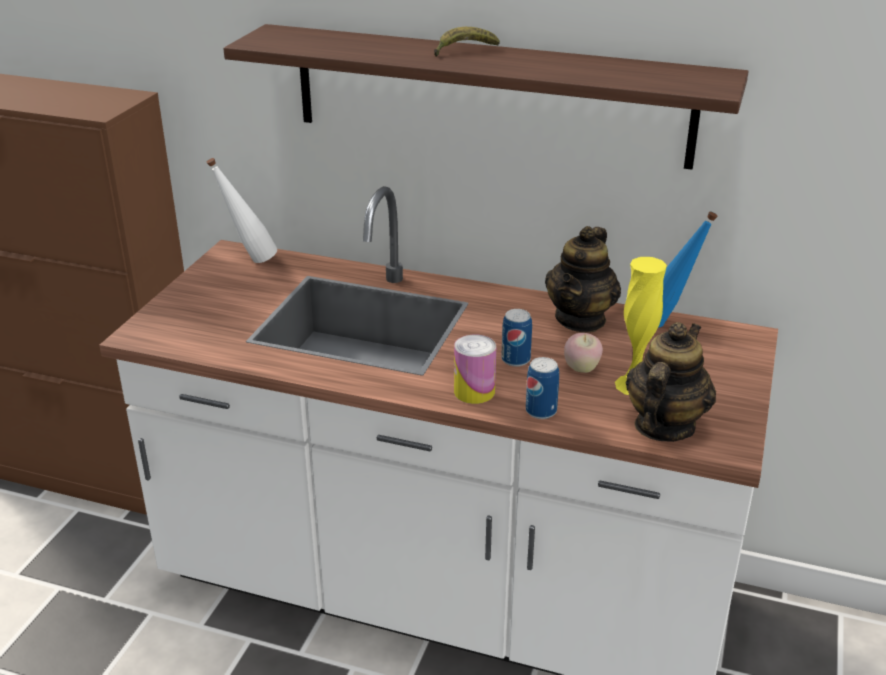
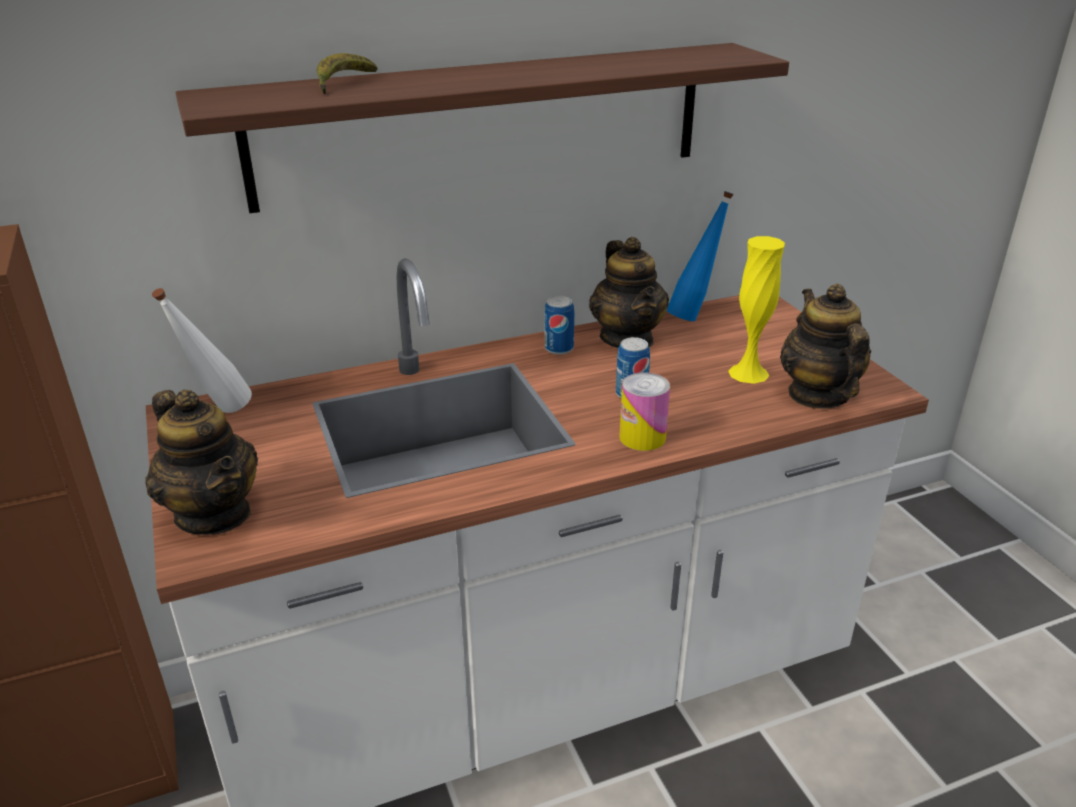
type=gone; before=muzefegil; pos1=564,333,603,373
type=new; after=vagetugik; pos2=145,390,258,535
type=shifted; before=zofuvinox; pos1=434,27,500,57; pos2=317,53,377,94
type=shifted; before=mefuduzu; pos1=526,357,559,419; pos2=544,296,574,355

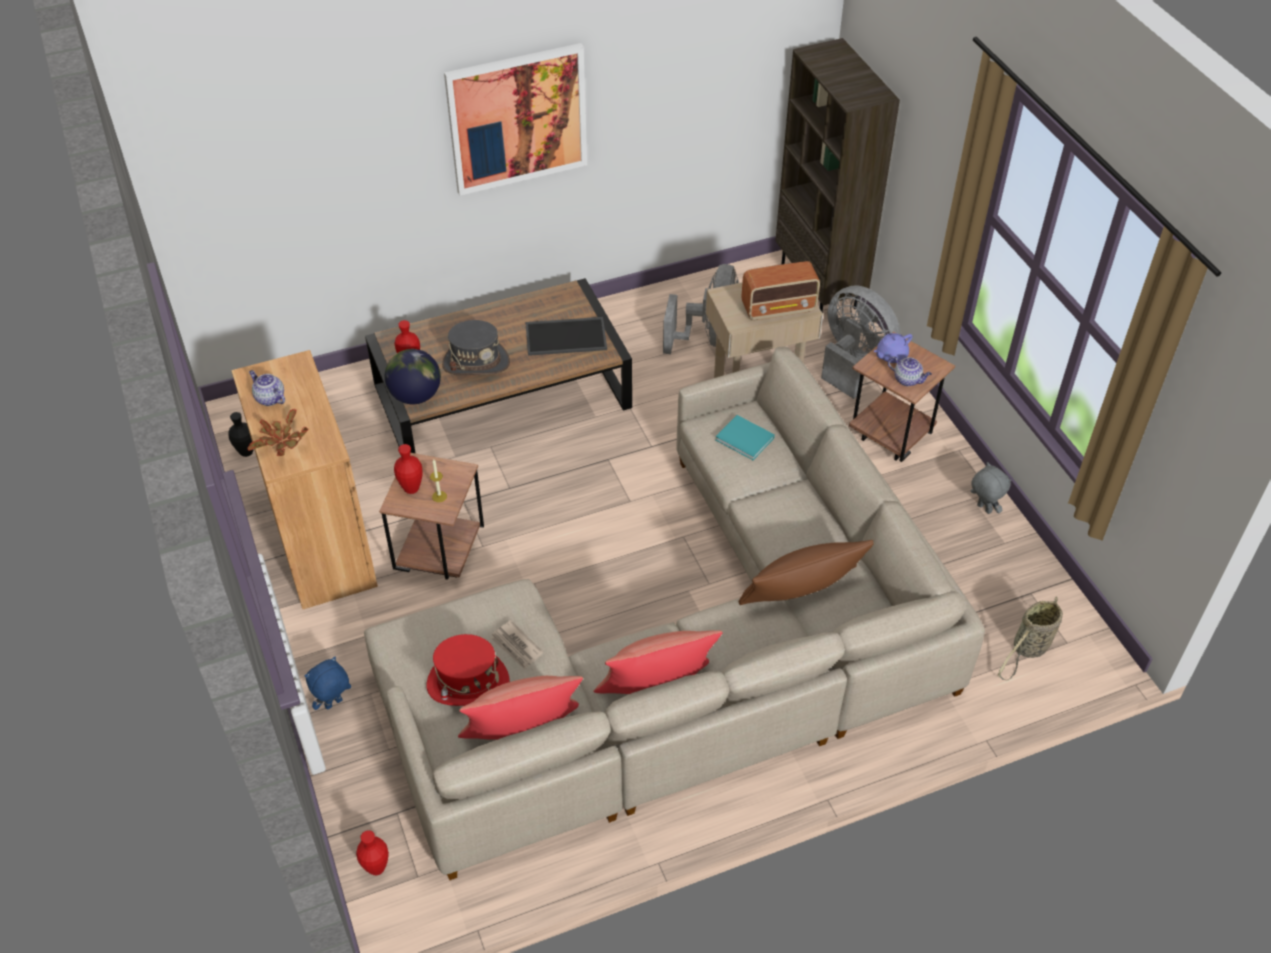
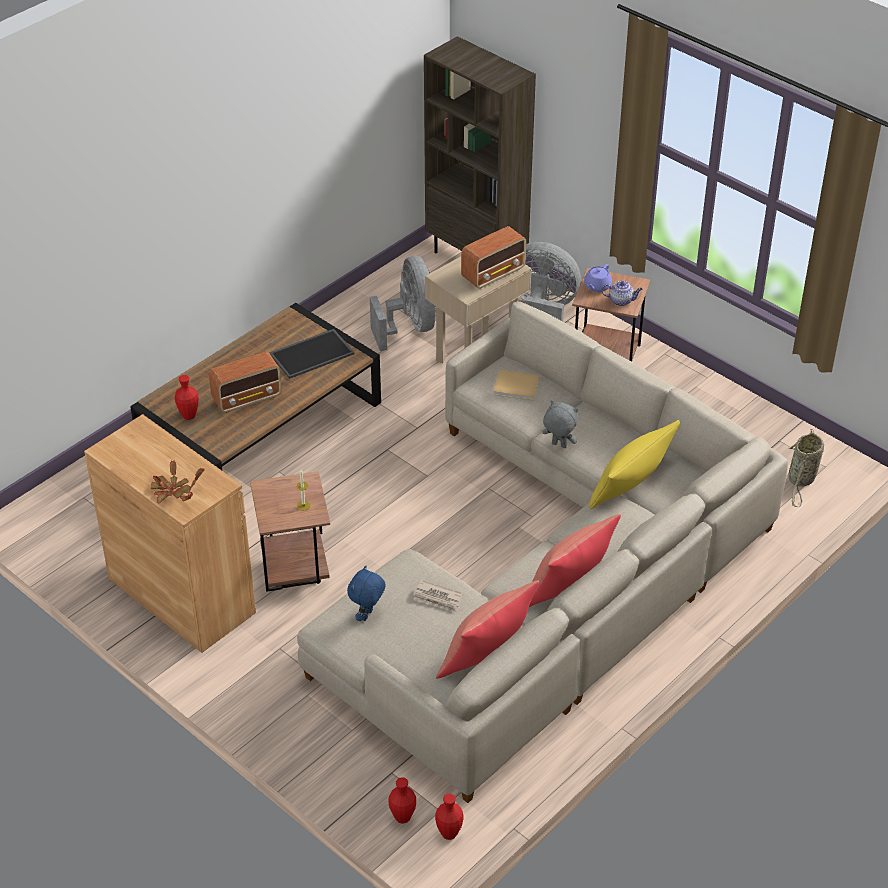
type=gone; before=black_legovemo; pos1=228,412,254,457
type=gone; before=vagetugik; pos1=249,370,285,406
type=gone; before=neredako; pos1=385,349,441,404
type=gone; before=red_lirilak; pos1=427,634,510,706
type=gone; before=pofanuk; pos1=444,43,587,196
type=shifted; before=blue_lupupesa; pos1=305,657,351,710; pos2=347,566,386,621
type=shifted; before=red_legovemo; pos1=394,444,423,494; pos2=435,794,464,840
type=shifted; before=grey_lupupesa; pos1=971,462,1011,514; pos2=542,400,578,448
type=swapped; before=grey_lirilak; after=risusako; pos1=442,320,510,375; pos2=209,352,282,413
type=repainted; before=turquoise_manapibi; after=beige_manapibi; pos1=715,415,775,460; pos2=493,370,539,401
type=repainted; before=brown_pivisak; after=yellow_pivisak; pos1=739,540,874,605; pos2=589,420,680,509

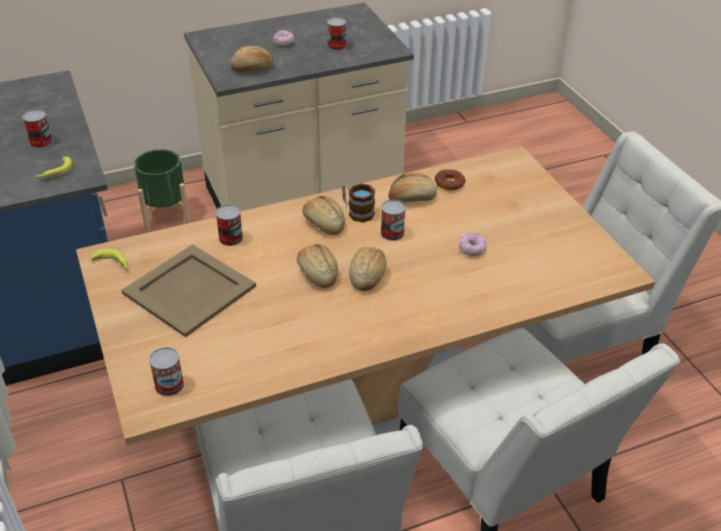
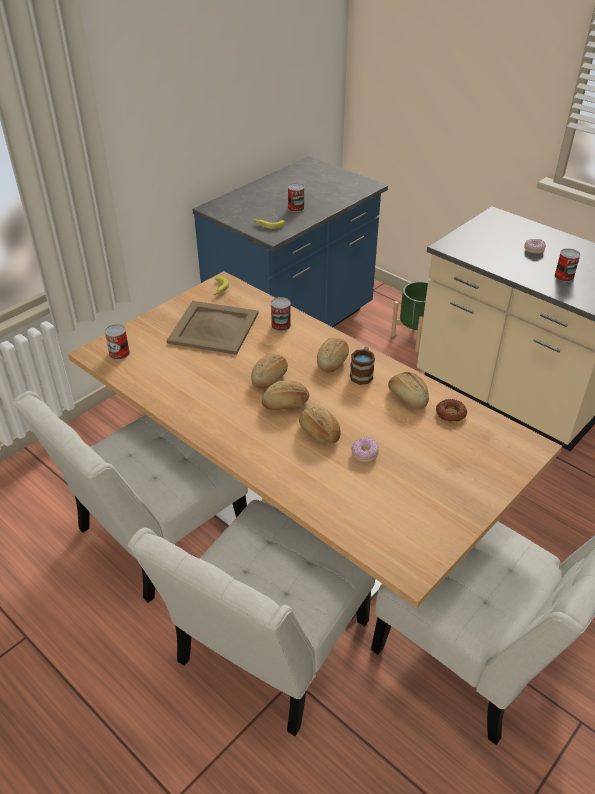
type=gone; before=mefuduzu; pos1=381,200,406,241
type=shifted; before=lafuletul; pos1=230,46,273,72; pos2=299,406,341,444

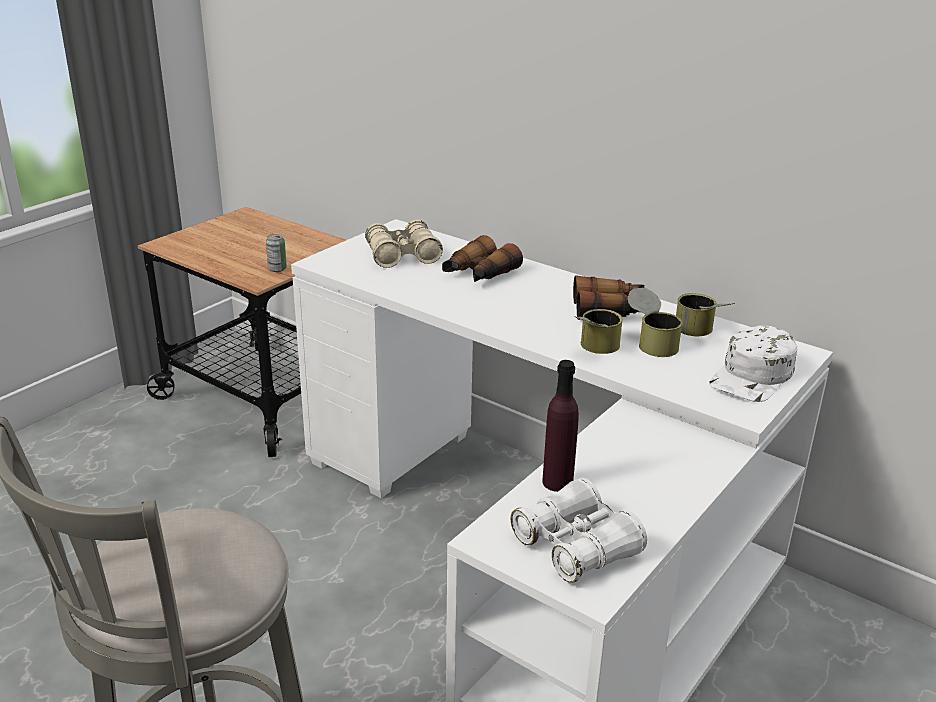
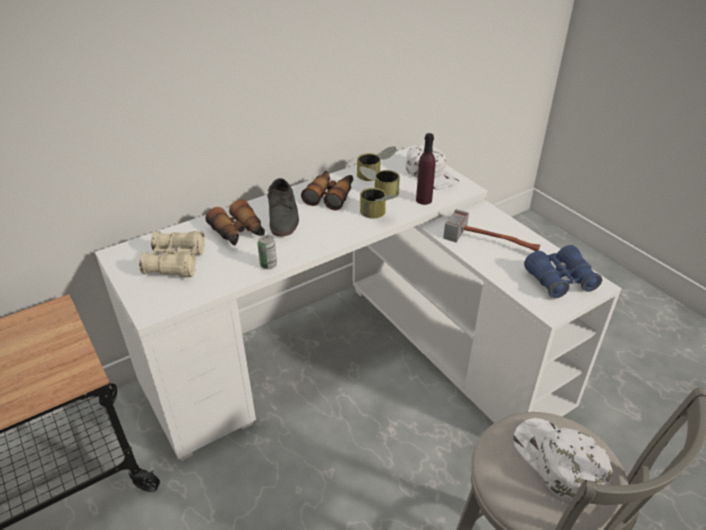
type=new; after=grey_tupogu; pos2=267,178,299,236
type=new; after=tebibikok; pos2=443,209,541,251
type=new; after=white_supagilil; pos2=513,418,613,506
type=shifted; before=mefuduzu; pos1=266,234,287,272; pos2=257,235,277,269
type=shifted; before=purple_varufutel; pos1=542,360,579,492; pos2=416,133,436,205
type=repainted; before=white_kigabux; after=blue_kigabux; pos1=511,478,647,583; pos2=524,245,602,298

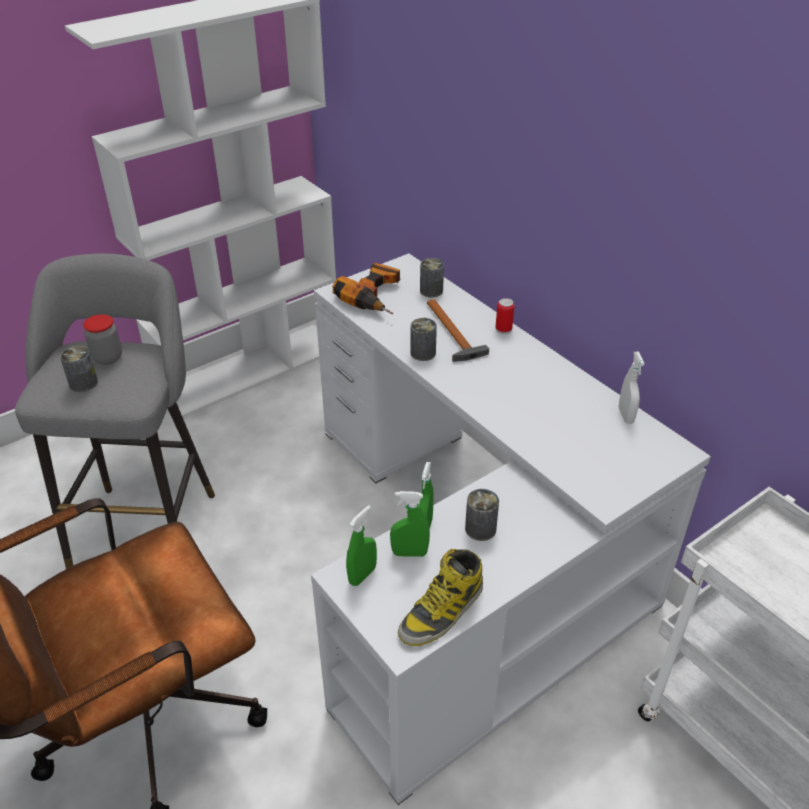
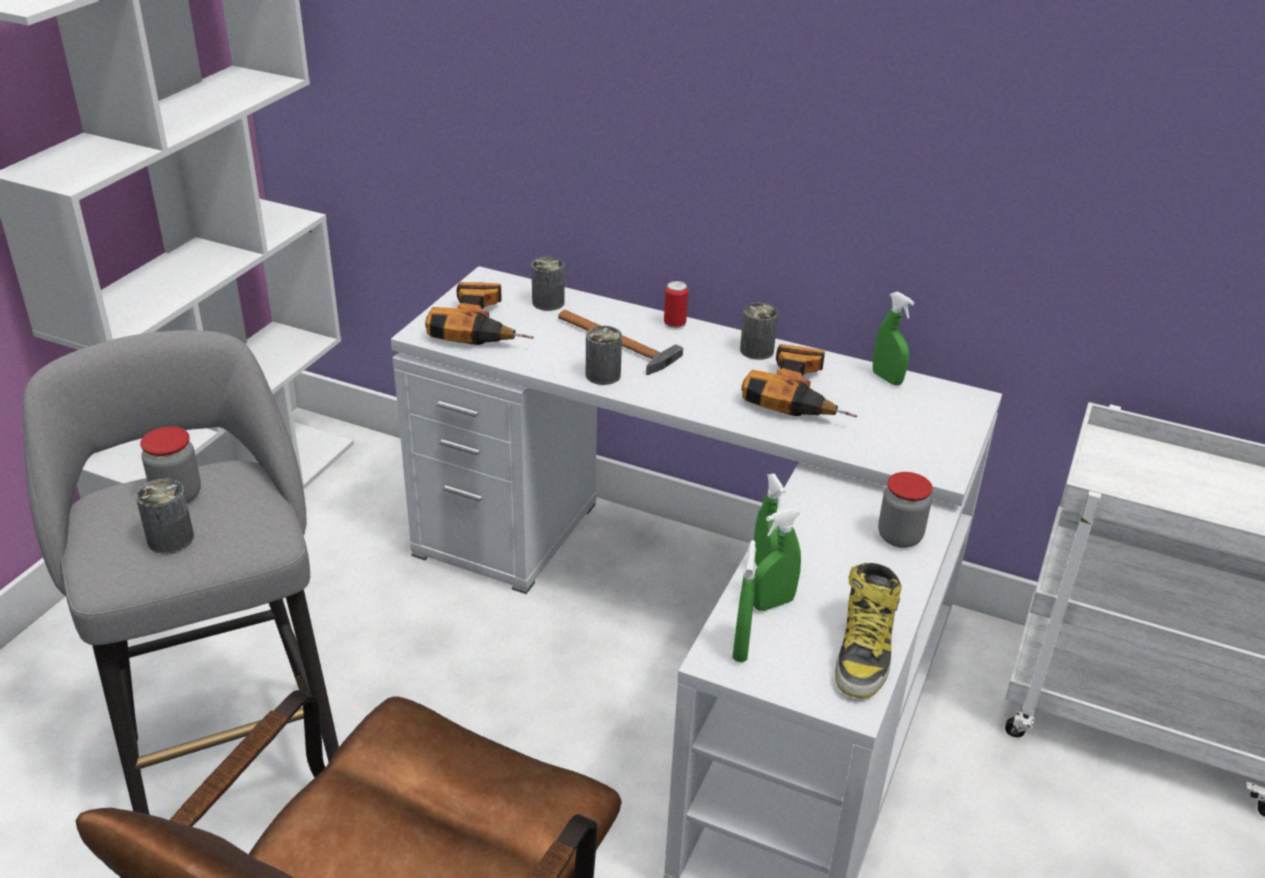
type=new; after=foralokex; pos2=741,344,857,417
type=new; after=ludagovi; pos2=878,472,932,548
type=shifted; before=mefuduzu; pos1=465,489,499,541; pos2=740,303,778,360
type=repainted; before=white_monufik; after=green_monufik; pos1=619,352,645,424; pos2=873,291,914,386

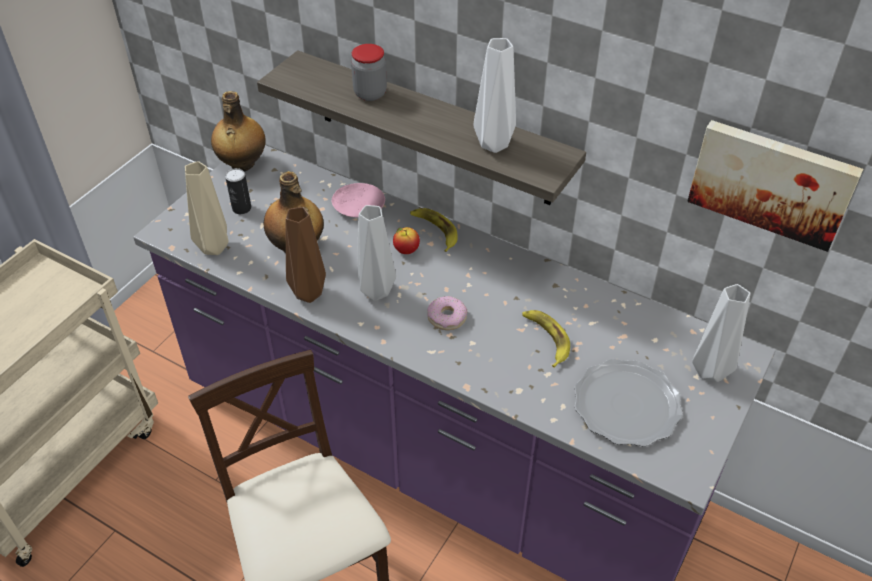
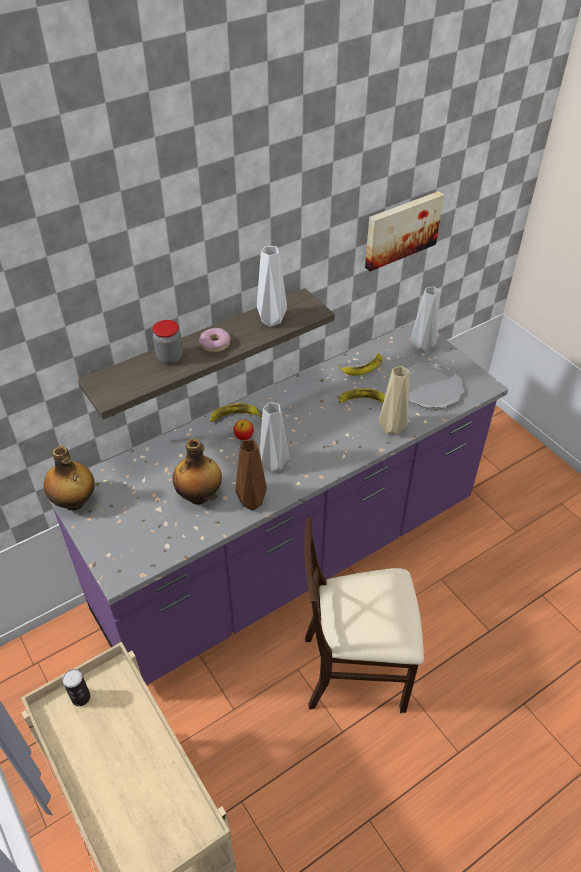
type=gone; before=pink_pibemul; pos1=331,183,385,217
type=new; after=zofuvinox; pos2=338,353,383,375
type=shifted; before=beige_legovemo; pos1=185,161,229,255; pos2=379,366,409,435
type=shifted; before=mefuduzu; pos1=225,168,251,214; pos2=63,669,91,706
type=shifted; before=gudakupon; pos1=427,296,468,330; pos2=199,328,231,353

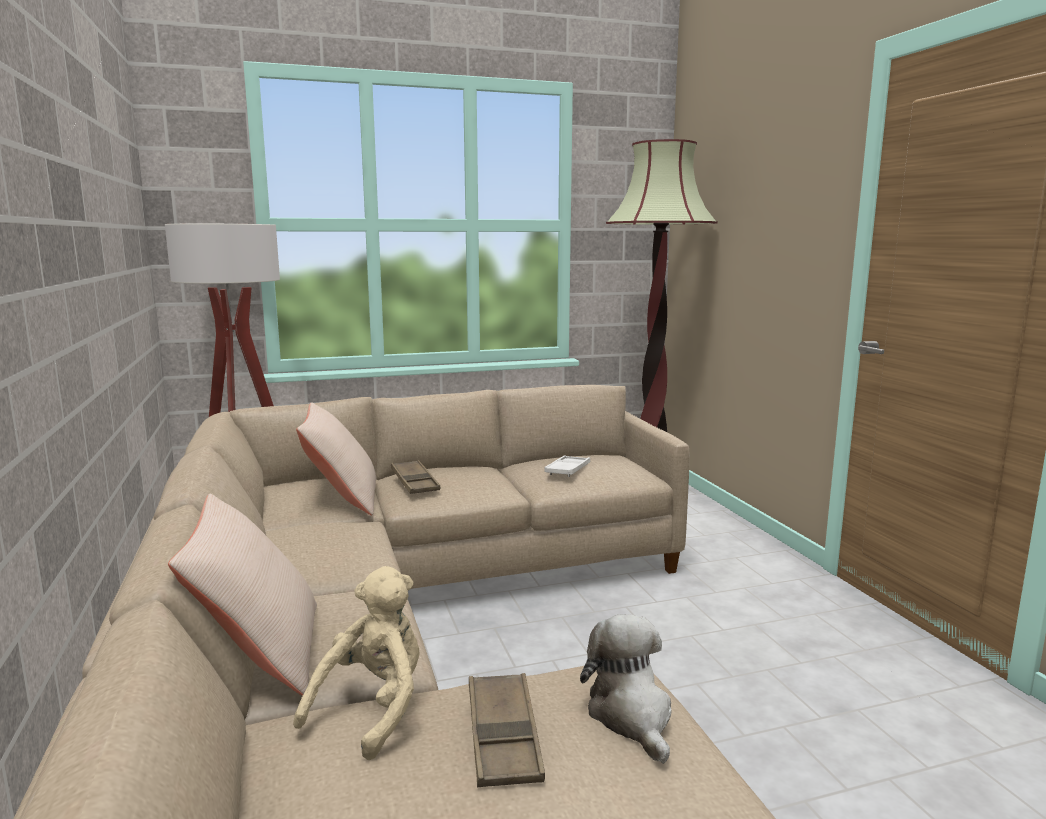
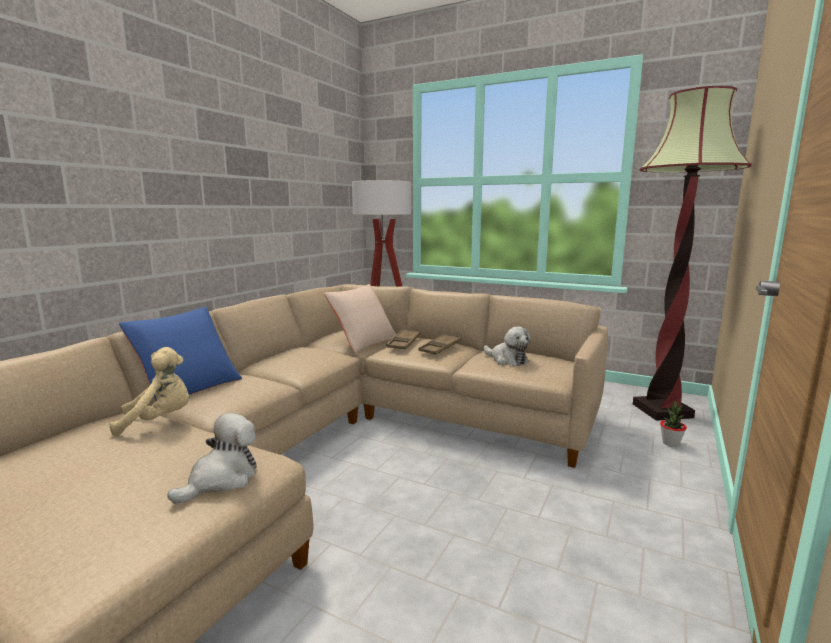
type=new; after=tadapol; pos2=660,402,687,447
type=shifted; before=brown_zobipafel; pos1=469,673,545,787; pos2=419,334,461,355
type=swapped; before=white_zobipafel; after=lupupesa; pos1=544,455,590,477; pos2=484,327,531,366
type=repainted; before=beige_pivisak; after=blue_pivisak; pos1=168,494,317,696; pos2=119,307,242,401

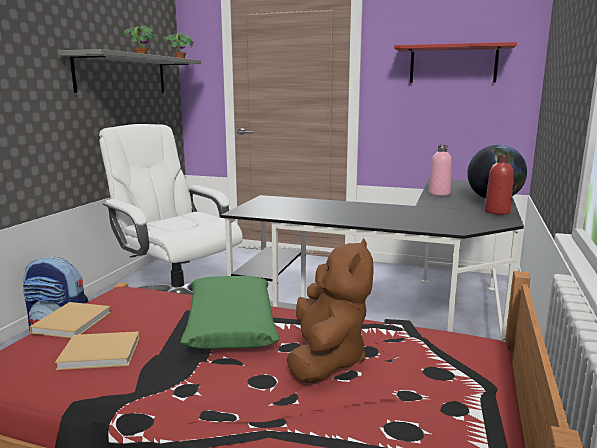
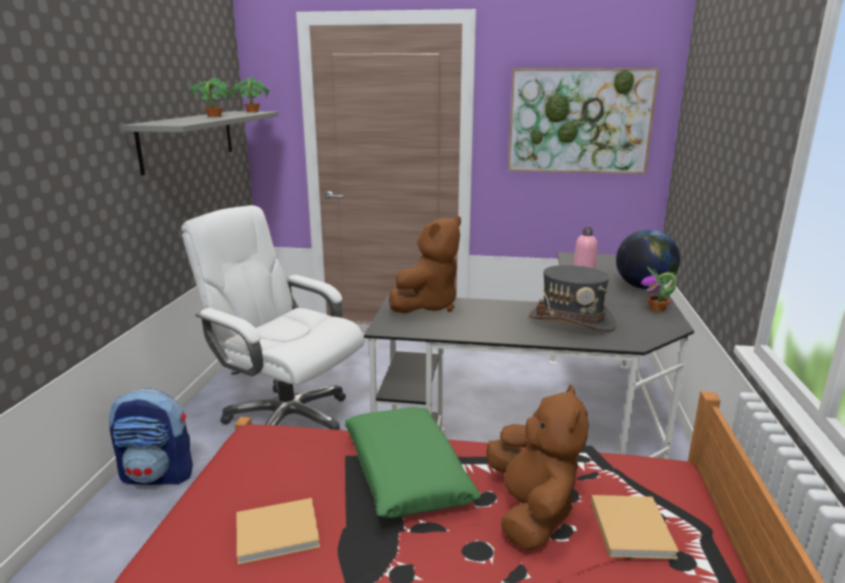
type=new; after=brown_lupupesa; pos2=389,216,461,314
type=new; after=grey_lirilak; pos2=529,265,617,332
type=shifted; before=beige_manapibi; pos1=30,302,111,338; pos2=591,495,679,560
type=swapped; before=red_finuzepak; after=pofanuk; pos1=394,42,517,83; pos2=508,68,660,174
type=swapped; before=red_varufutel; after=tadapol; pos1=485,154,514,215; pos2=641,266,677,312

